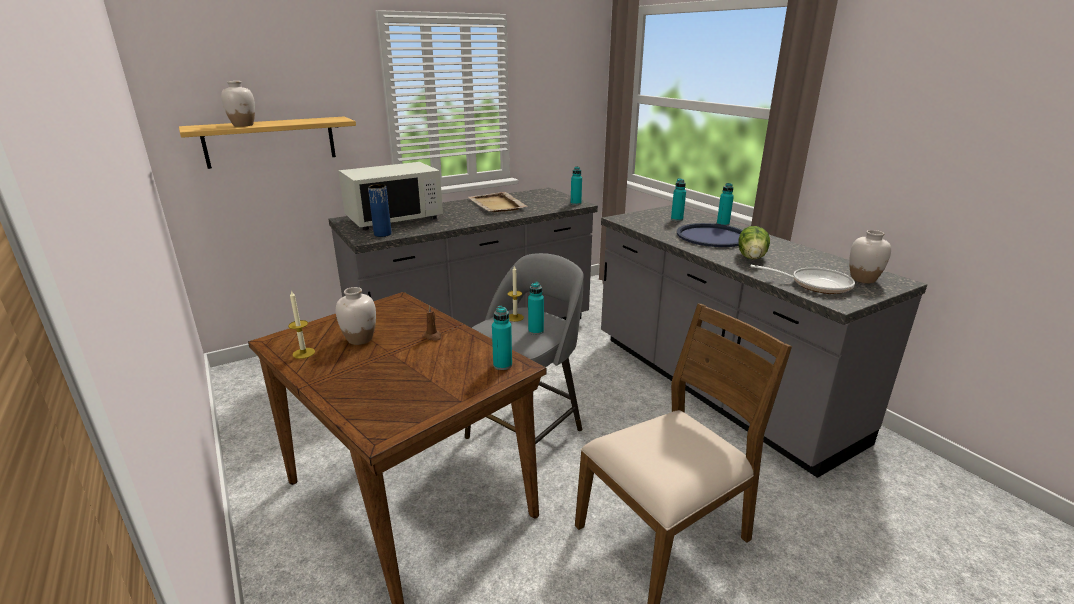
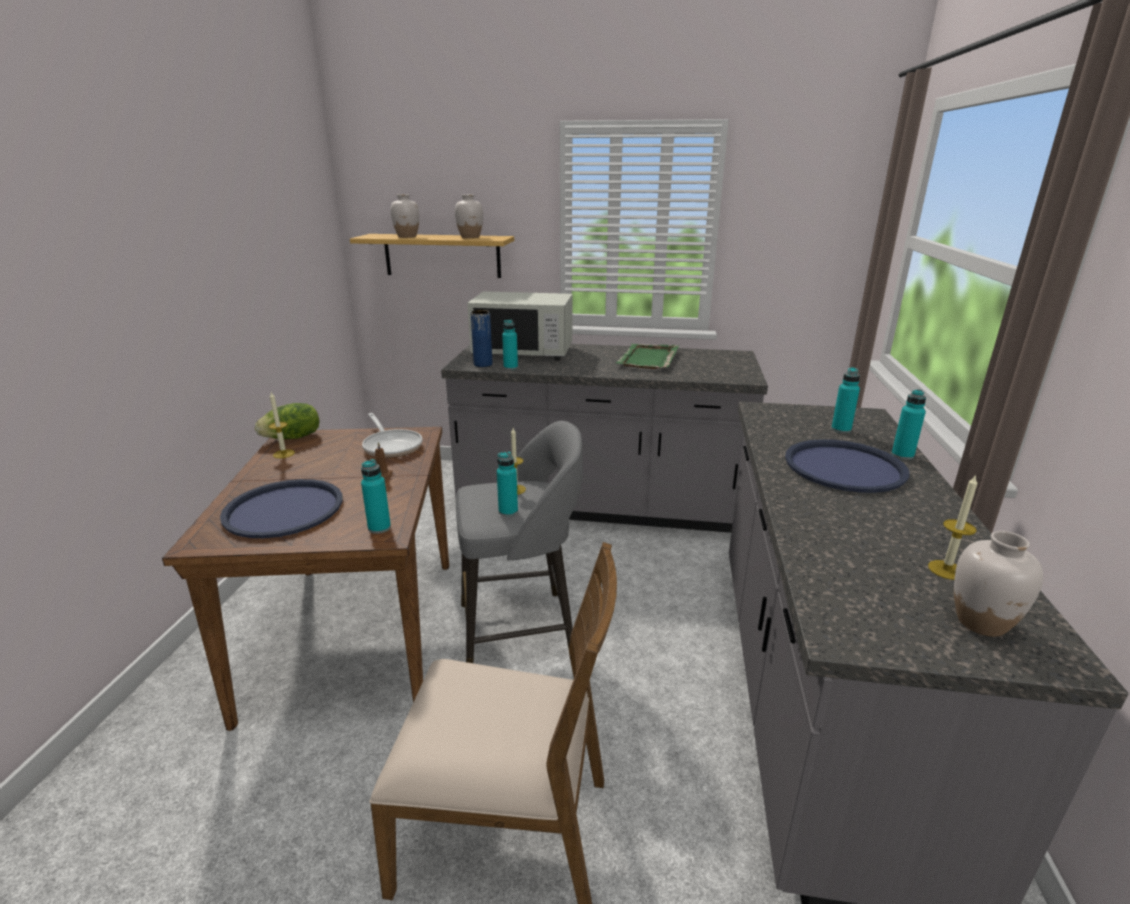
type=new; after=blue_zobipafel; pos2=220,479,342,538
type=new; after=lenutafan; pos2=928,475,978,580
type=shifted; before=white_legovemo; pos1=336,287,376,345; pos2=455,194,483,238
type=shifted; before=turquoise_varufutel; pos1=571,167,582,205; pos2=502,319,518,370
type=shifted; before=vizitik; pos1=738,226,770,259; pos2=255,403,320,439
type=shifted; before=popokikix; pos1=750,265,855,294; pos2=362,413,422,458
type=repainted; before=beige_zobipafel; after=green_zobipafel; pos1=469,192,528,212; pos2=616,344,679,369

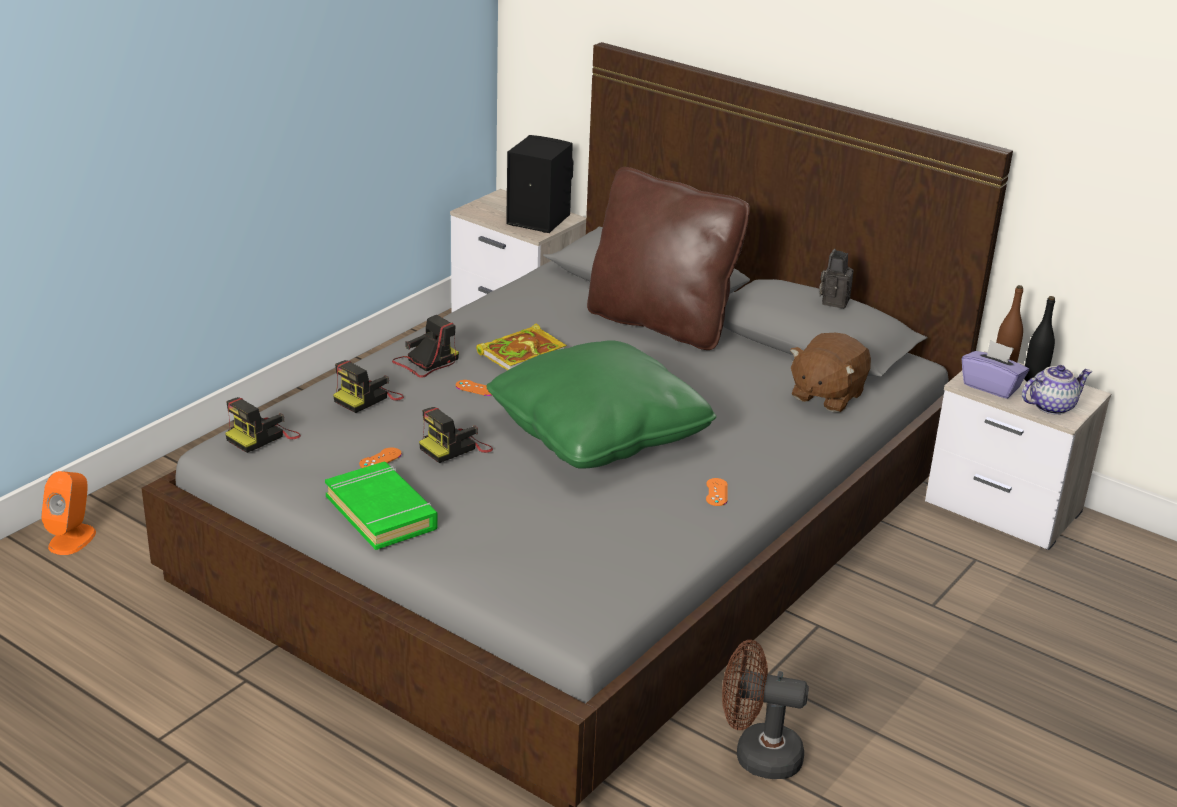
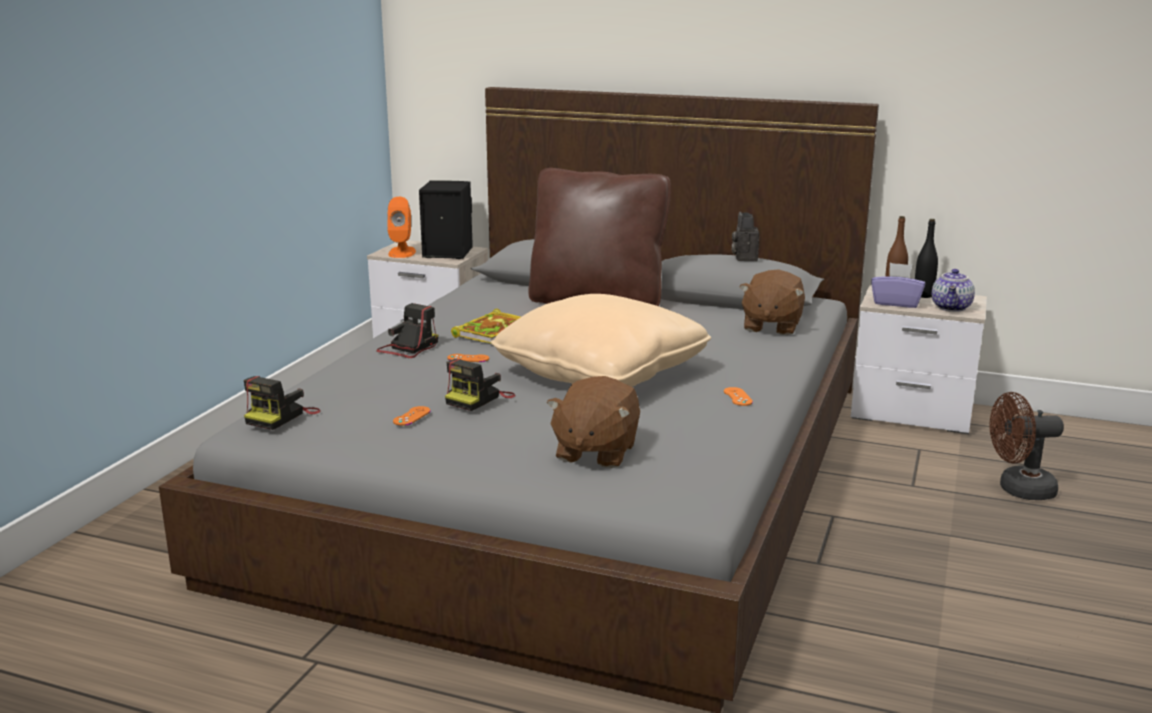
type=gone; before=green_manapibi; pos1=325,462,438,550
type=gone; before=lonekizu; pos1=333,360,404,413
type=new; after=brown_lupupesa; pos2=547,376,640,468
type=shifted; before=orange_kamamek; pos1=41,471,96,555; pos2=387,197,416,258
type=shifted; before=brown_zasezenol; pos1=722,640,809,779; pos2=989,392,1064,500
type=repainted; before=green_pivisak; after=beige_pivisak; pos1=486,340,716,469; pos2=491,294,711,387
type=rotated; before=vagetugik; pos1=1022,365,1092,415; pos2=932,269,975,312; turn=150

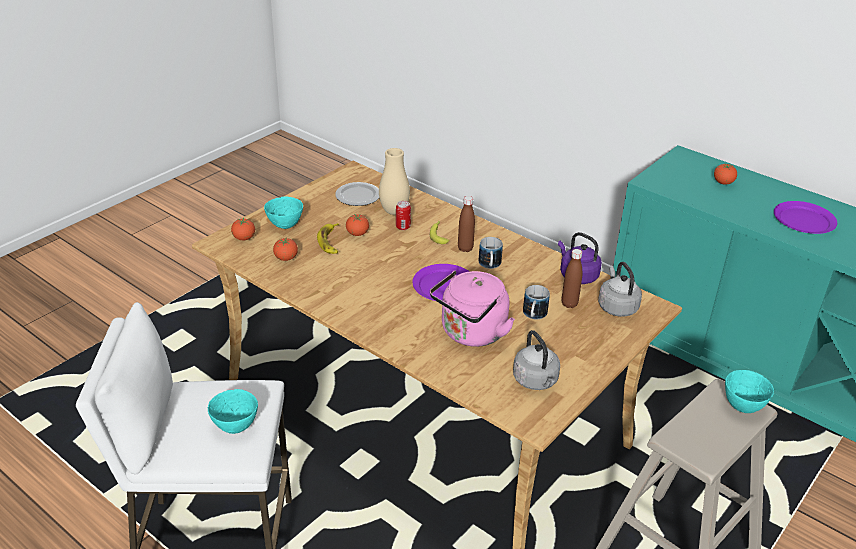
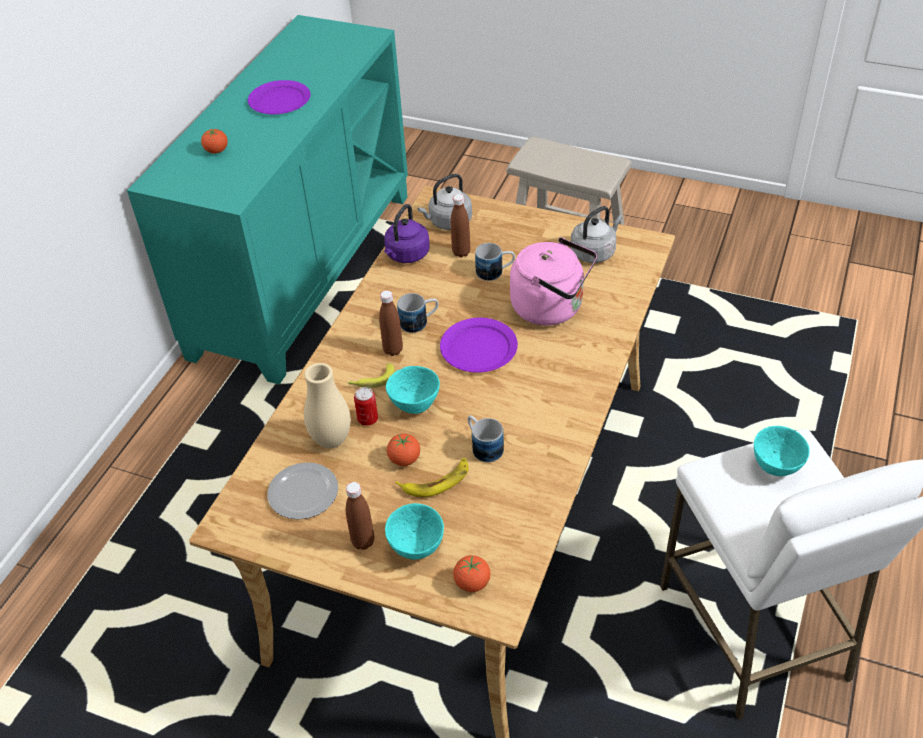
type=gone; before=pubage; pos1=273,238,298,261
type=new; after=brown_varufutel; pos2=346,482,374,550
type=new; after=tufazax; pos2=468,415,504,462
type=shifted; before=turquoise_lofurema; pos1=725,370,774,413; pos2=386,366,440,414

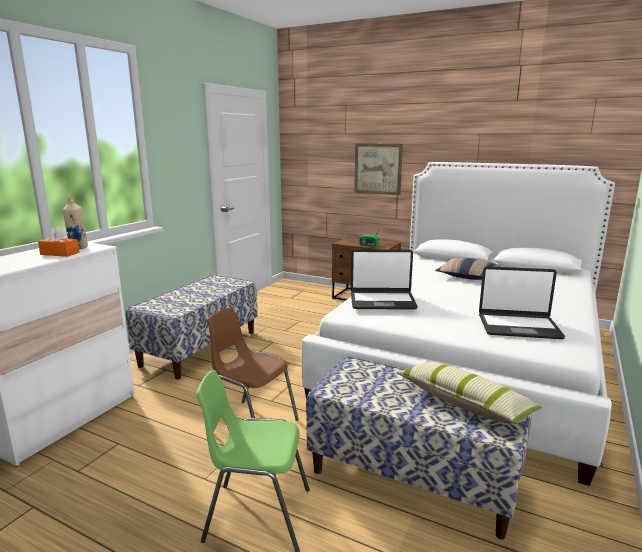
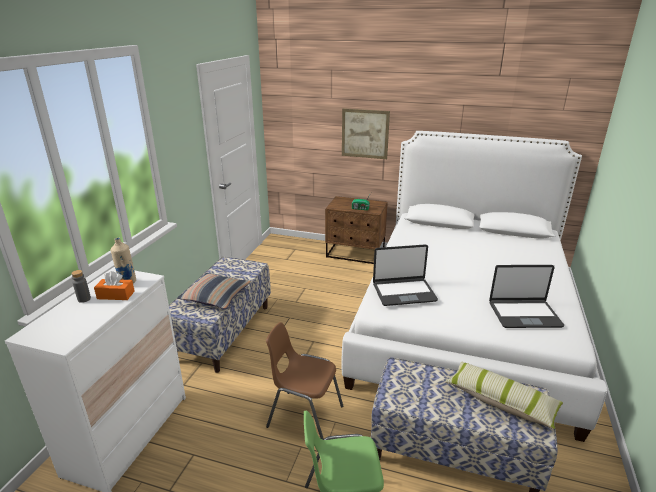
type=new; after=grey_varufutel; pos2=71,270,91,303
type=shifted; before=pivisak; pos1=435,258,501,280; pos2=177,273,251,309

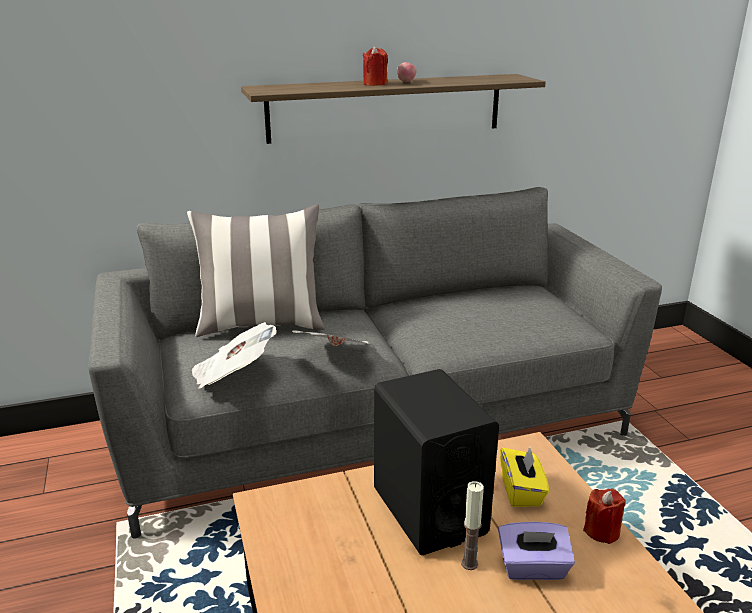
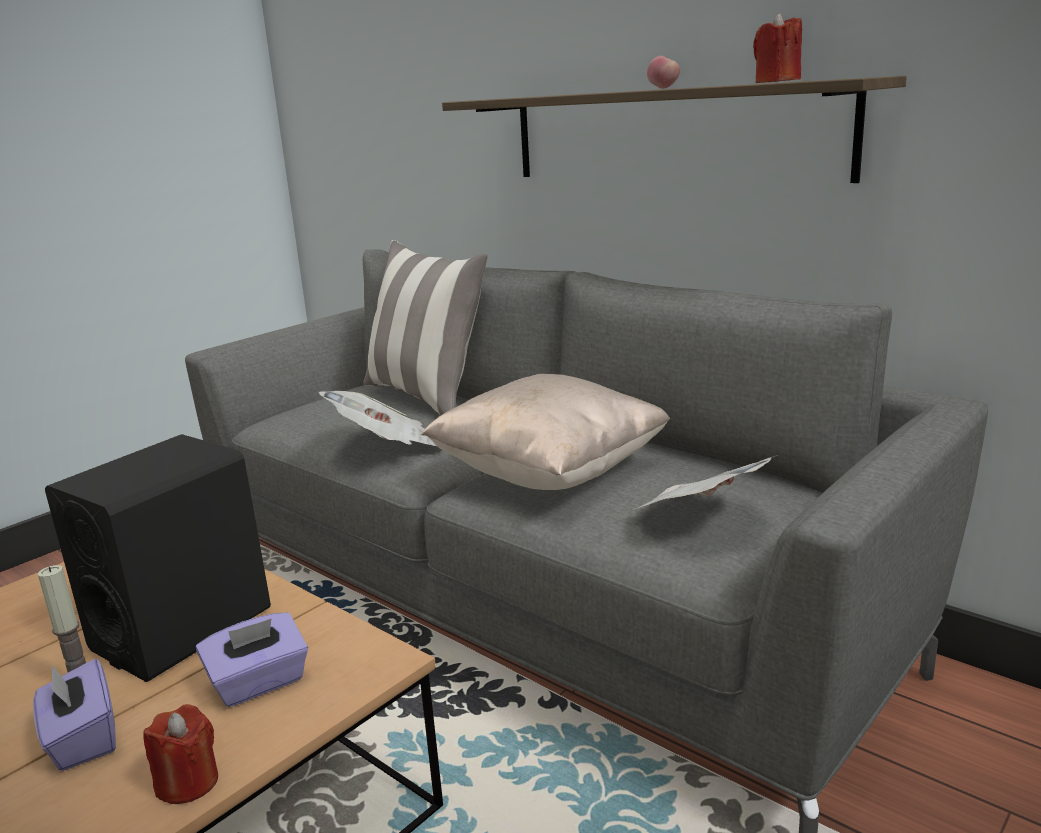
type=new; after=beige_pivisak; pos2=421,374,670,490
type=shifted; before=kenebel; pos1=191,322,276,389; pos2=635,455,778,509
type=shifted; before=red_lenutafan; pos1=363,46,388,86; pos2=753,13,802,83
type=repainted; before=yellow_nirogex; after=purple_nirogex; pos1=500,445,549,507; pos2=196,612,308,707

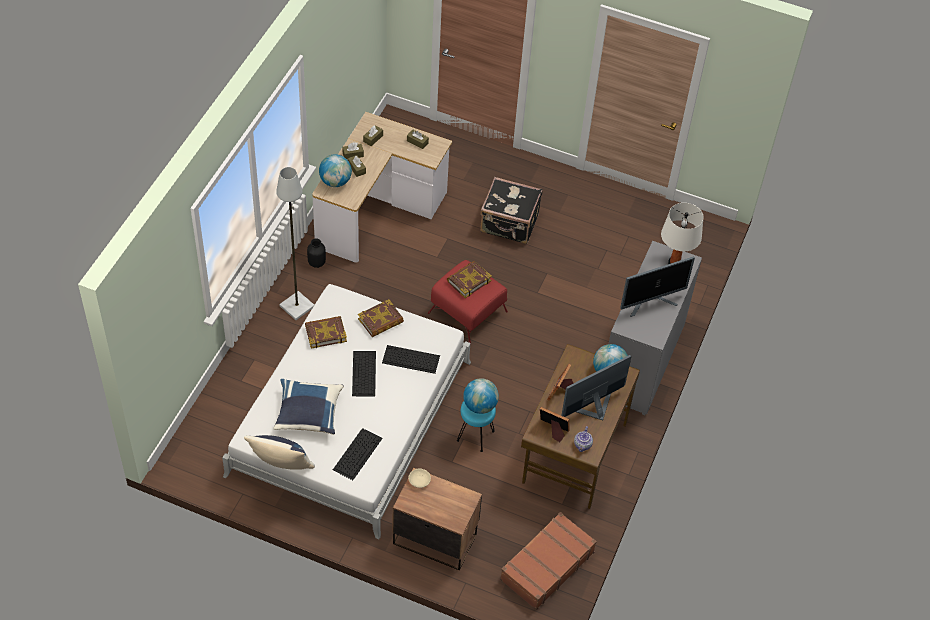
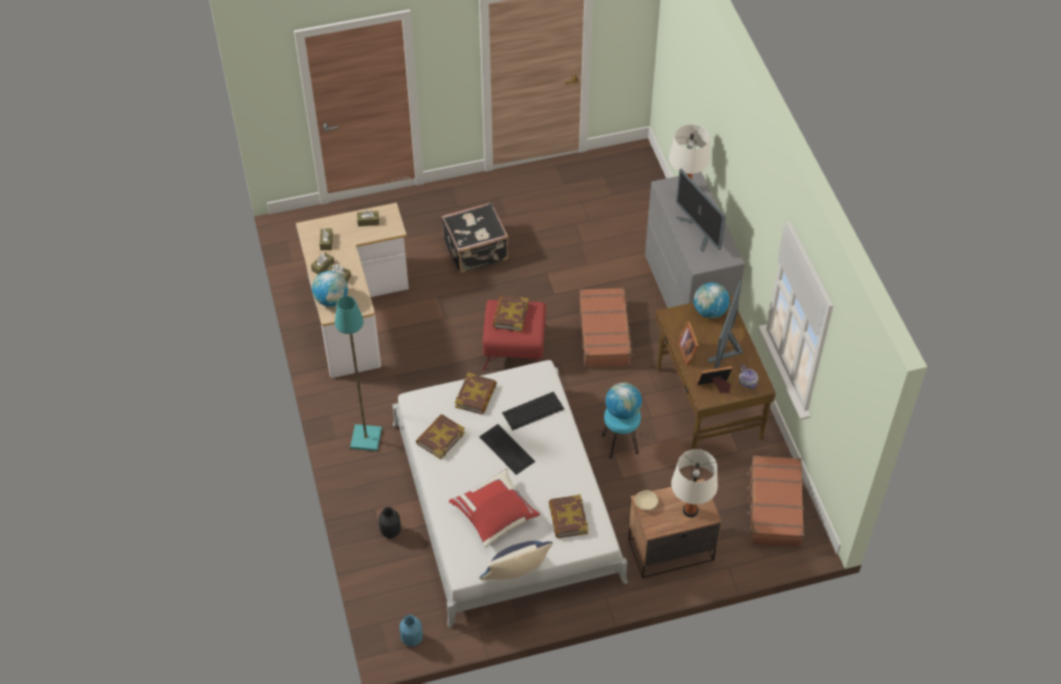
type=new; after=blue_legovemo; pos2=400,615,423,646
type=new; after=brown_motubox; pos2=579,288,634,368
type=new; after=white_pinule; pos2=671,449,718,517
type=shifted; before=black_legovemo; pos1=307,238,326,268; pos2=379,507,401,538
type=swapped; before=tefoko; after=manapibi; pos1=333,428,383,480; pos2=549,494,588,538
type=repainted; before=blue_pivisak; after=red_pivisak; pos1=273,379,344,434; pos2=449,469,540,547
type=repainted; before=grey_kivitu; after=turquoise_kivitu; pos1=276,167,314,320; pos2=335,296,382,451
type=rotated; before=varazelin; pos1=620,256,695,317; pos2=676,169,726,252; turn=120

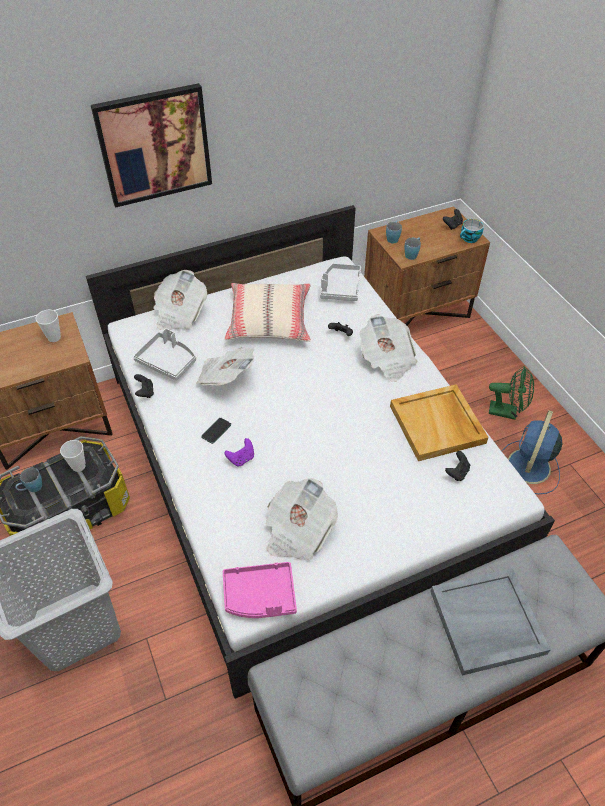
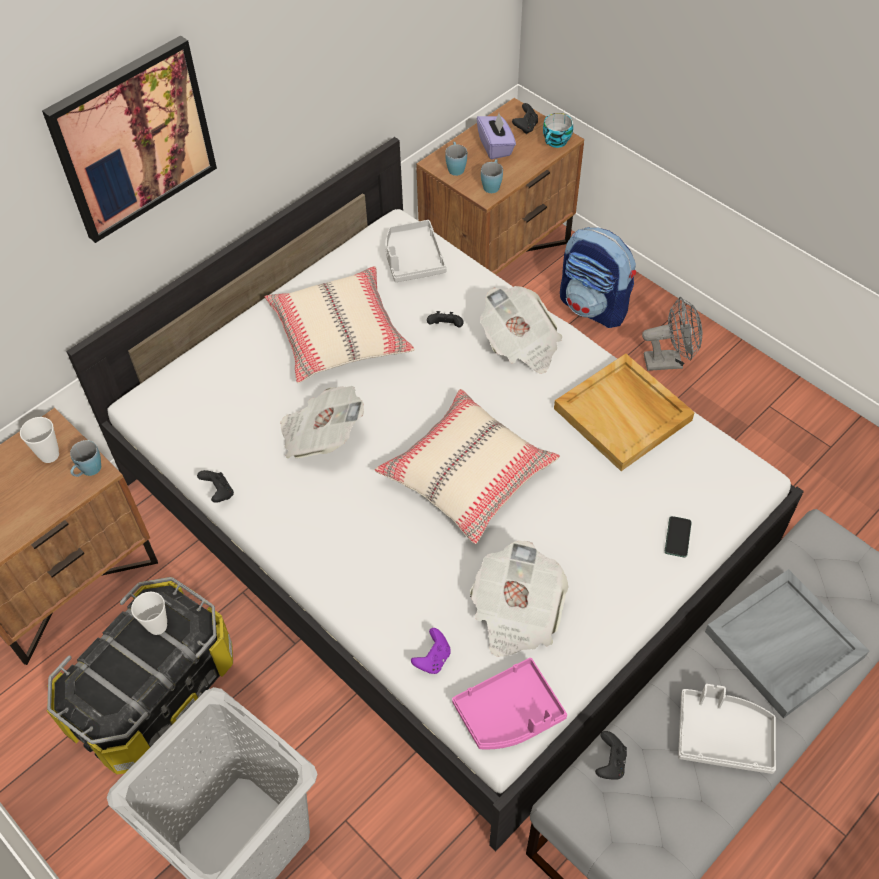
type=gone; before=kenebel; pos1=153,270,207,330
type=gone; before=blue_zasezenol; pos1=502,410,562,494
type=new; after=beige_pivisak; pos2=375,389,560,544
type=new; after=purple_nirogex; pos2=477,113,516,160
type=new; after=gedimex; pos2=560,227,636,328
type=shifted; before=blue_tufazax; pos1=15,467,42,492; pos2=70,440,101,477
type=shifted; before=grey_zobipafel; pos1=133,328,196,380; pos2=678,684,776,774
type=shifted; before=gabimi; pos1=201,418,231,444; pos2=665,516,692,558
type=shifted; before=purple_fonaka; pos1=224,438,254,466; pos2=411,628,451,674
type=shifted; before=black_fonaka; pos1=445,451,470,481; pos2=595,731,627,780
type=repainted; before=green_zasezenol; after=grey_zasezenol; pos1=489,366,534,420; pos2=642,296,702,371

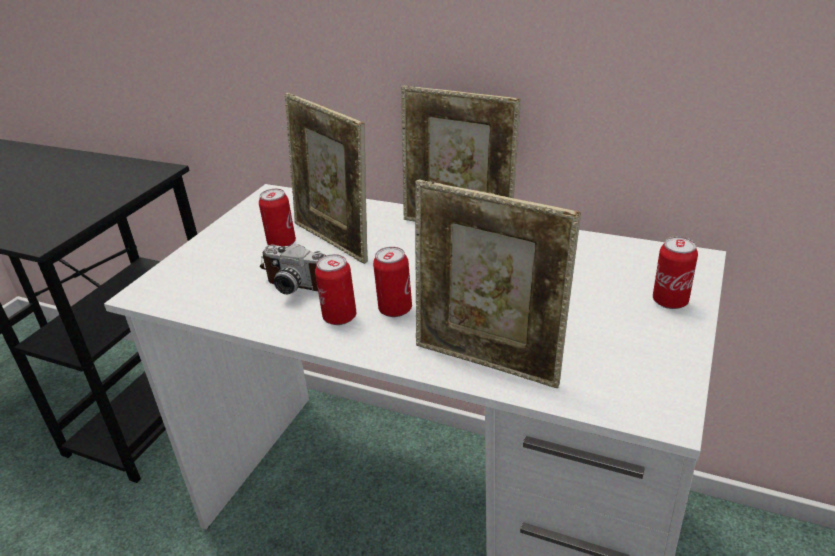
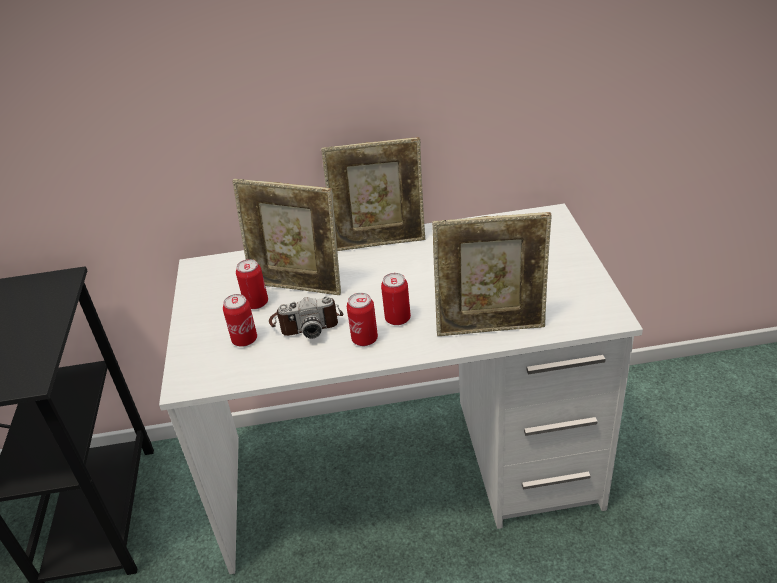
type=shifted; before=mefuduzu; pos1=653,237,698,309; pos2=223,294,257,347

